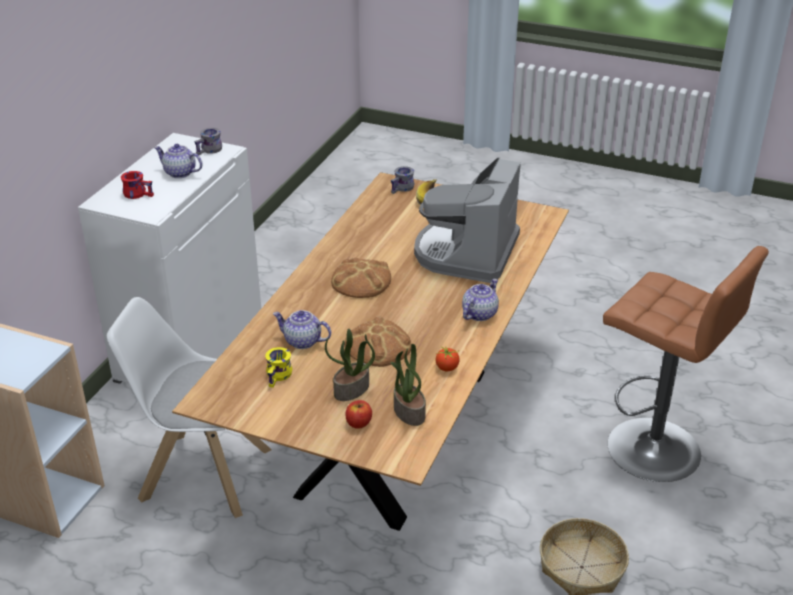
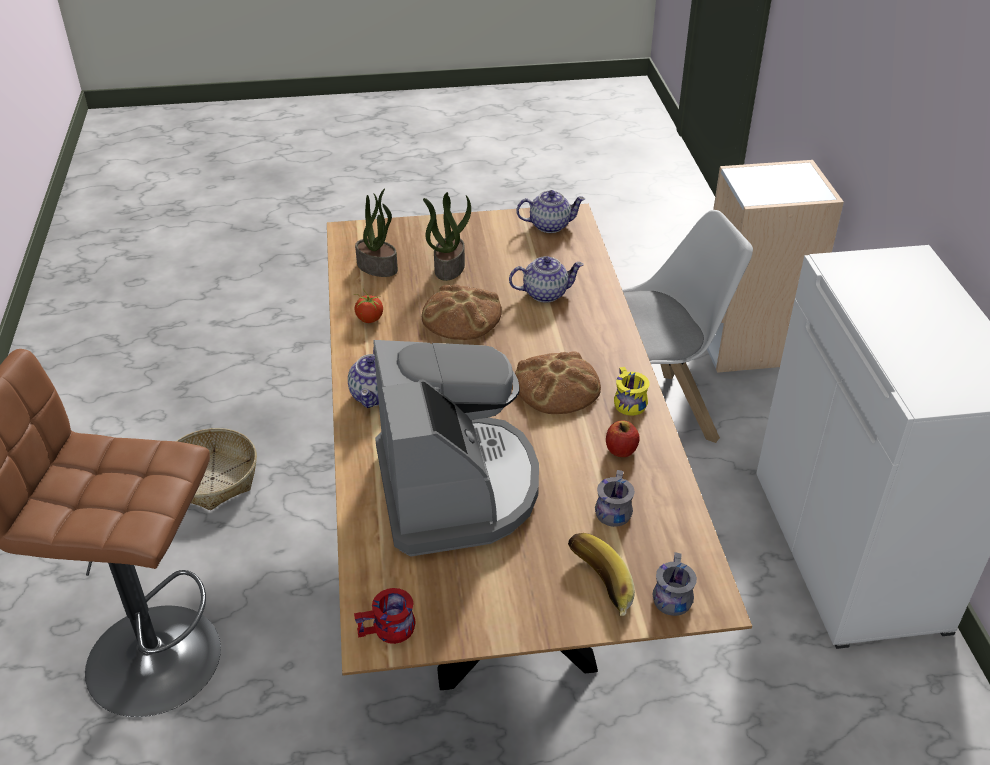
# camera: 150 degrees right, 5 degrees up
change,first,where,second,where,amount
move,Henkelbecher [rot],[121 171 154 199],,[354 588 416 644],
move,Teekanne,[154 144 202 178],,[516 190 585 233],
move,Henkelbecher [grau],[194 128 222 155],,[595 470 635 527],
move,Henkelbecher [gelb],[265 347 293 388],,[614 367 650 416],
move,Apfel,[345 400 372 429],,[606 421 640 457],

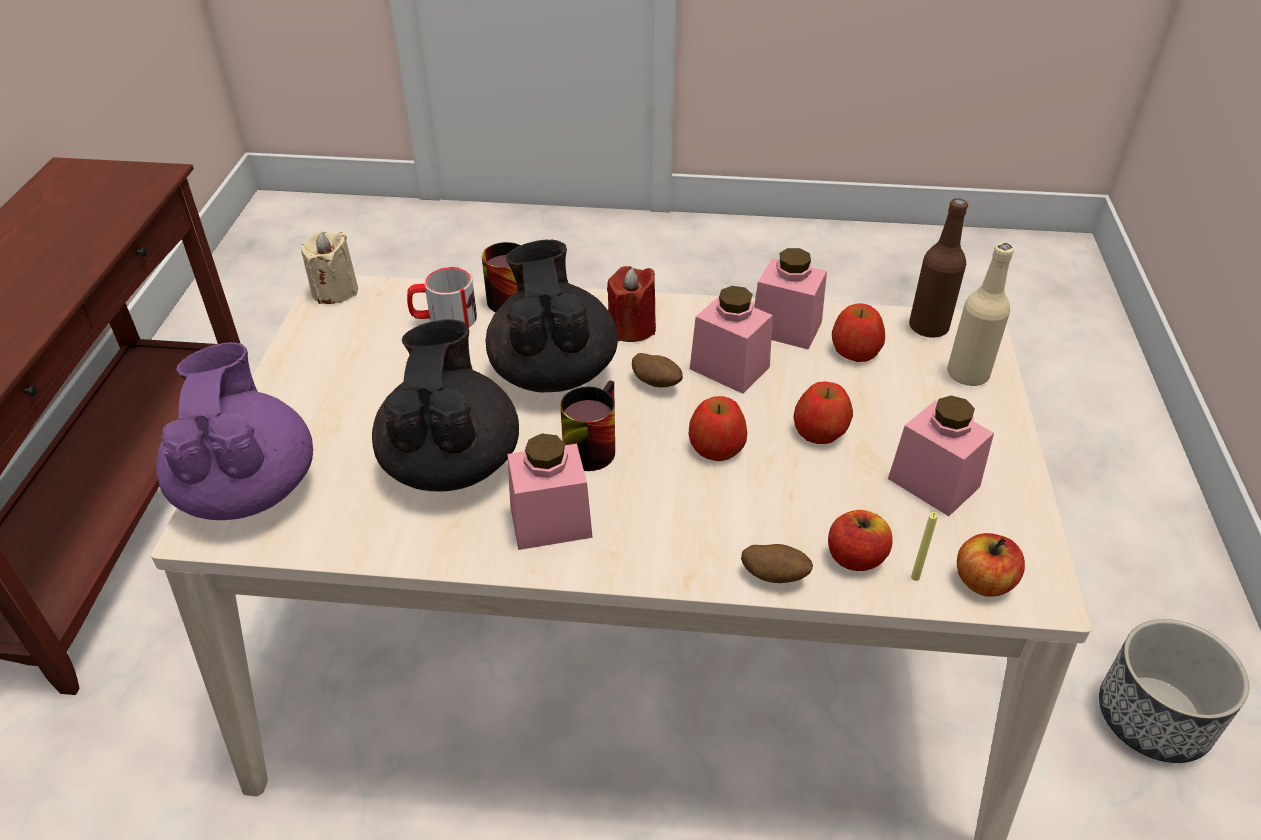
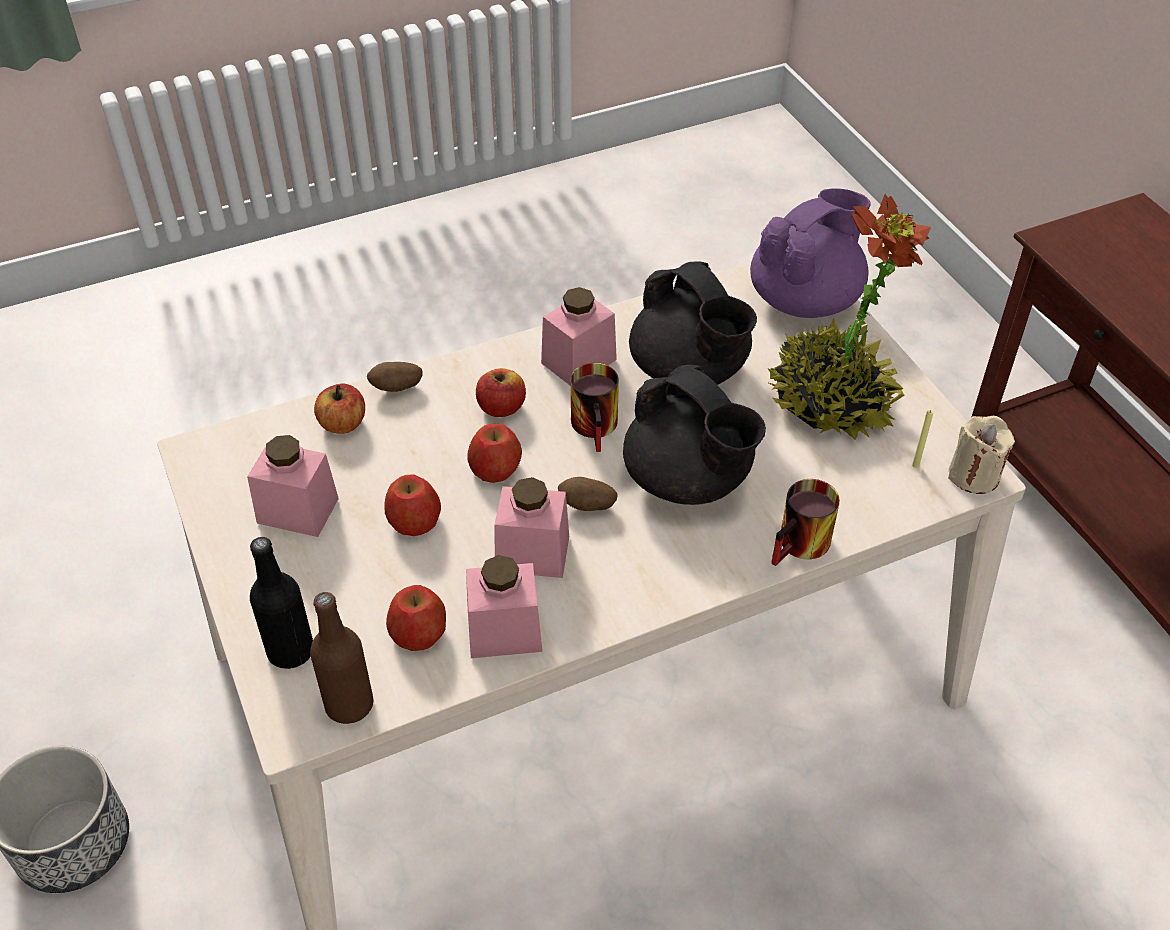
# camera: 150 degrees right, 5 degrees up
change,first,where,second,where,amount
rotate,Teekanne [lila],[156 342 313 520],,[750 188 871 318],90 degrees counterclockwise
delete,Henkelbecher,[407 267 477 327],,,
delete,Kerze [rot],[607 266 656 342],,,
move,Kerze [gelb],[911 512 938 581],,[912 410 933 468],
recolor,Flasche [beige],[947 243 1014 386],Flasche [schwarz],[250 537 313 669],
move,Apfel,[957 533 1025 596],,[476 368 526 417],
insert,,,Topfpflanze,[767 194 931 439],

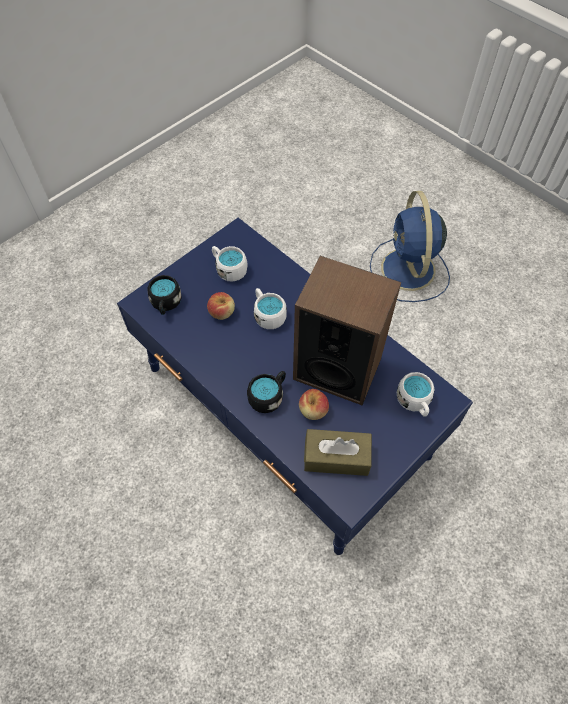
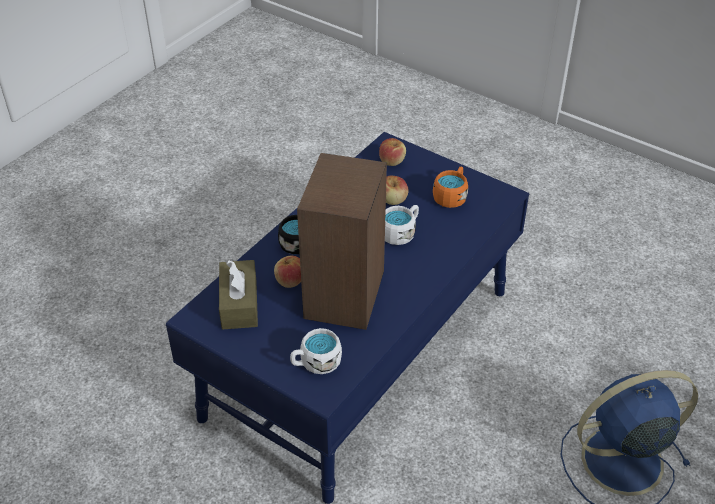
# camera: 80 degrees right, 15 degrees down
change,first,where,second,where,amount
replace,Henkelbecher [schwarz],[147 275 182 315],Apfel,[379 138 406 166],
recolor,Henkelbecher [weiß],[212 246 247 281],Henkelbecher [orange],[433 166 468 208],

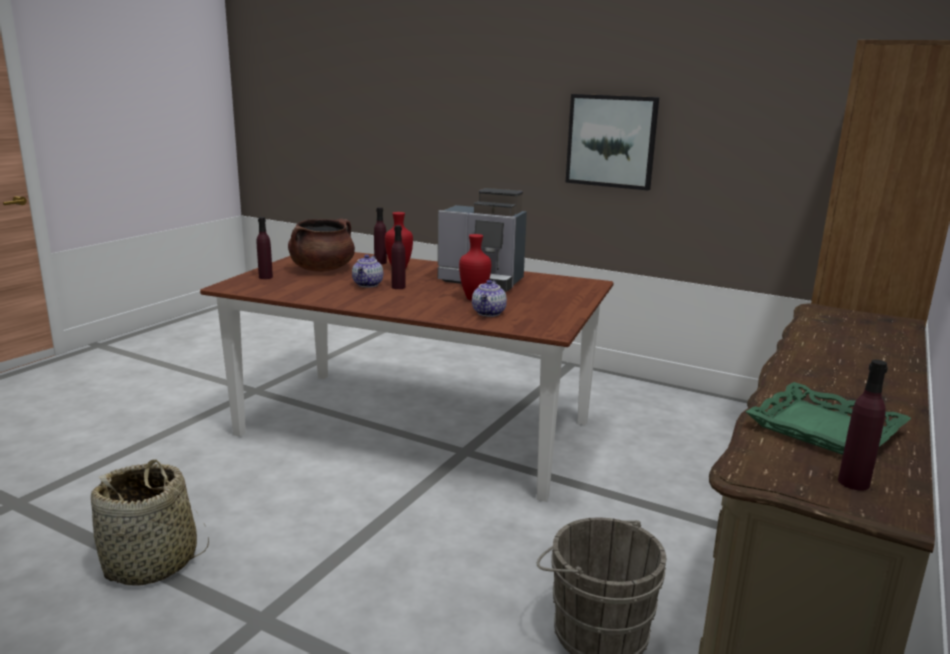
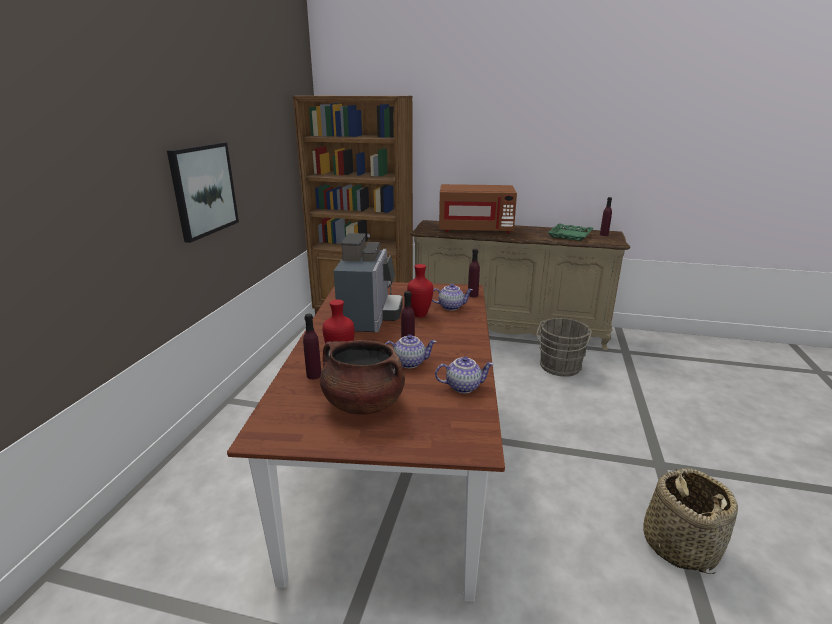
# camera: 105 degrees left, 5 degrees up
change,first,where,second,where,amount
move,Flasche [lila],[256 217 273 279],,[468 249 480 297],
insert,,,Teekanne,[435 356 493 393],
insert,,,Mikrowelle [braun],[439 184 517 233],

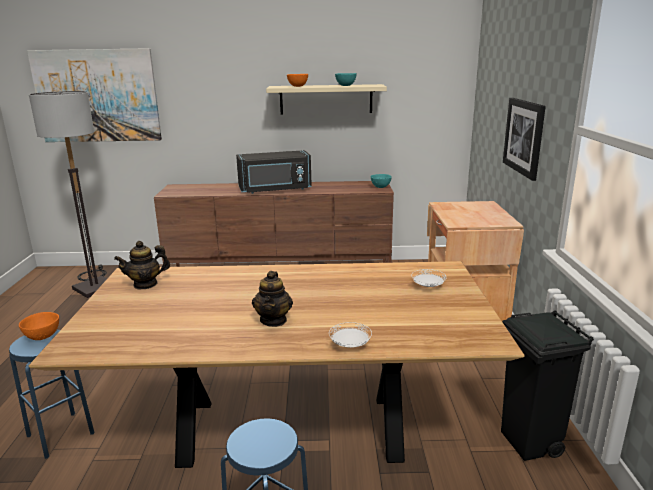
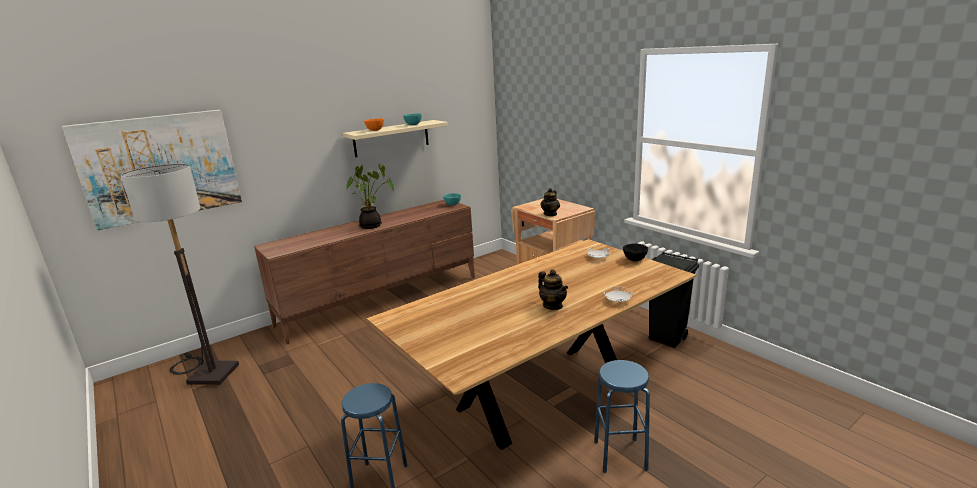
# camera: 35 degrees left, 0 degrees up
change,first,where,second,where,amount
delete,Schüssel [orange],[19 312 59 340],,,
move,Teekanne,[114 241 170 289],,[540 188 560 216],
replace,Mikrowelle [schwarz],[236 150 312 194],Topfpflanze,[346 164 394 229],
delete,Bild,[503 98 546 181],,,
insert,,,Schüssel [schwarz],[623 244 648 261],

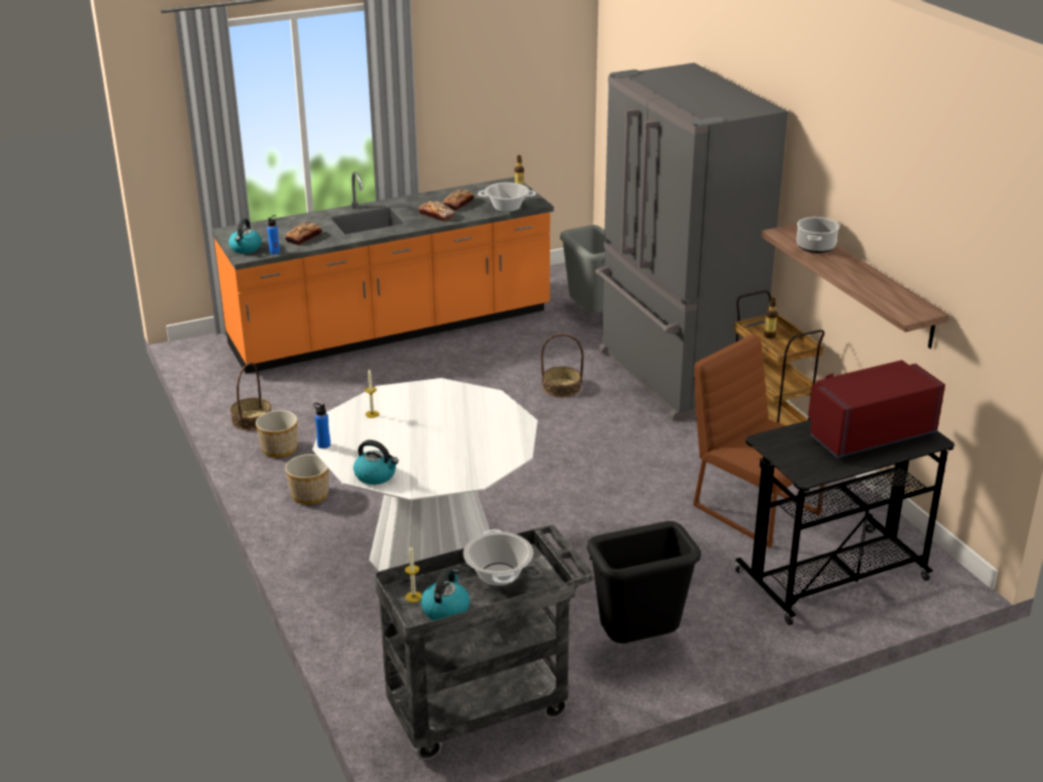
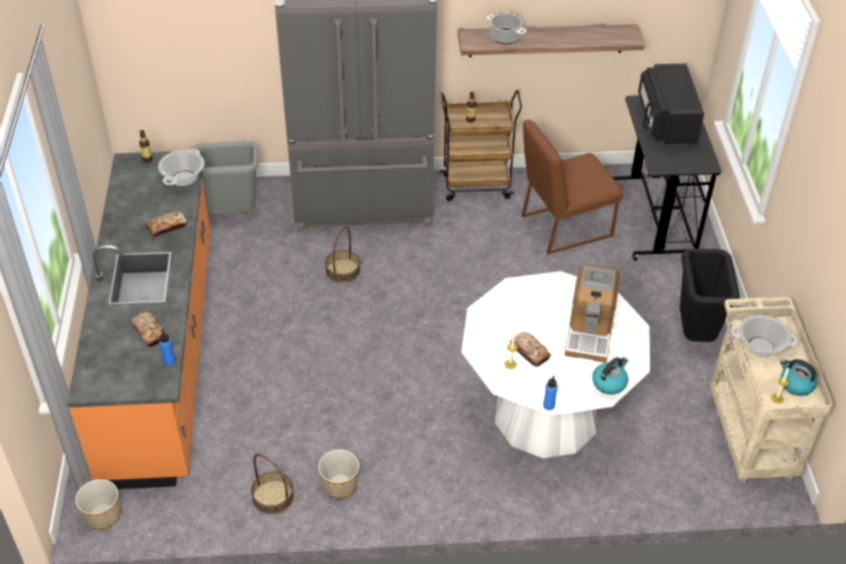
# camera: 70 degrees left, 15 degrees up
change,first,where,second,where,amount
delete,Wasserkessel,[229 218 262 254],,,
move,Pflanzkübel,[285 454 329 505],,[75 479 121 530],
recolor,Rollwagen [schwarz],[375 525 593 760],Rollwagen [beige],[710 297 833 484],
move,Brot,[442 189 474 211],,[510 332 551 367],
recolor,Mikrowelle [rot],[808 360 945 458],Mikrowelle [schwarz],[638 64 704 146],
insert,,,Kaffeemaschine,[565 264 619 363],

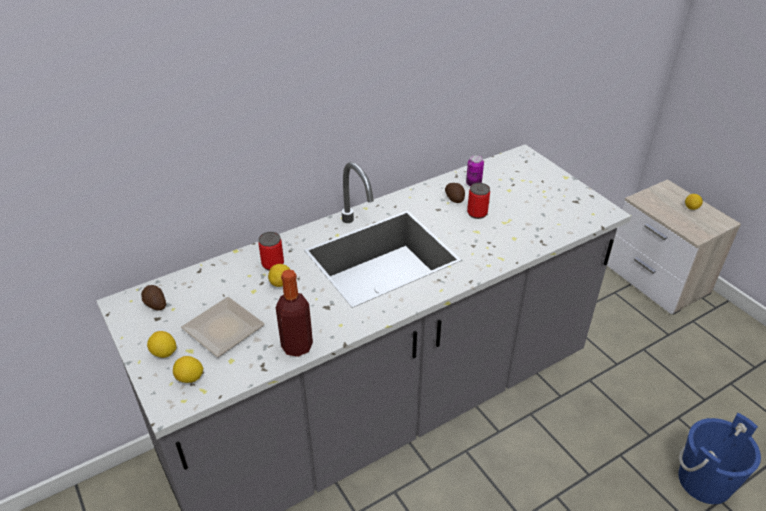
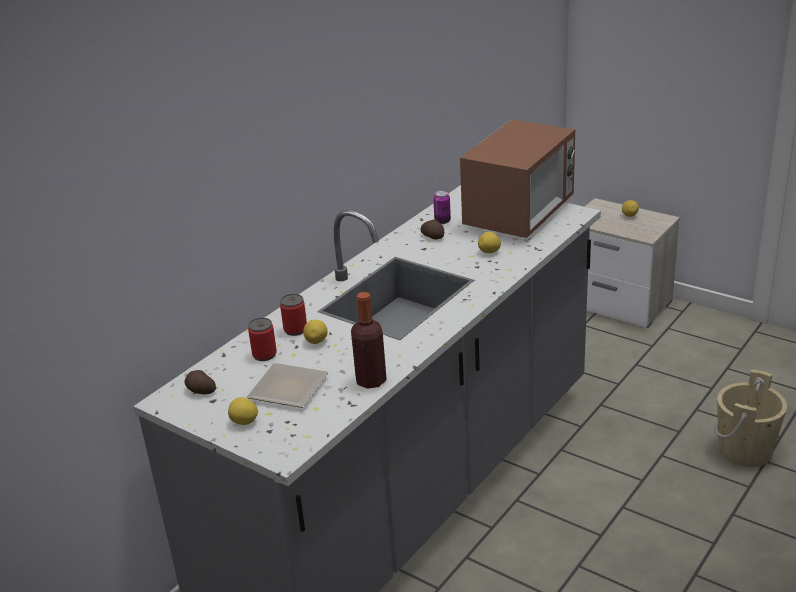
# camera: 20 degrees left, 10 degrees down
change,first,where,second,where,amount
move,Zitrone,[173 356 203 383],,[478 232 501 253],
move,Dose,[467 183 490 219],,[248 318 277 361],
recolor,Eimer [blau],[678 413 761 504],Eimer [beige],[714 369 787 467],
insert,,,Mikrowelle,[460 119 575 238],

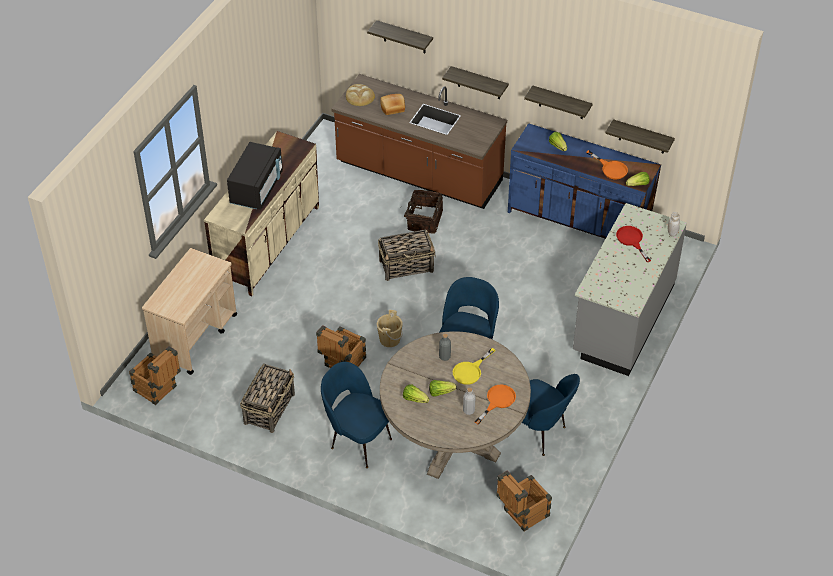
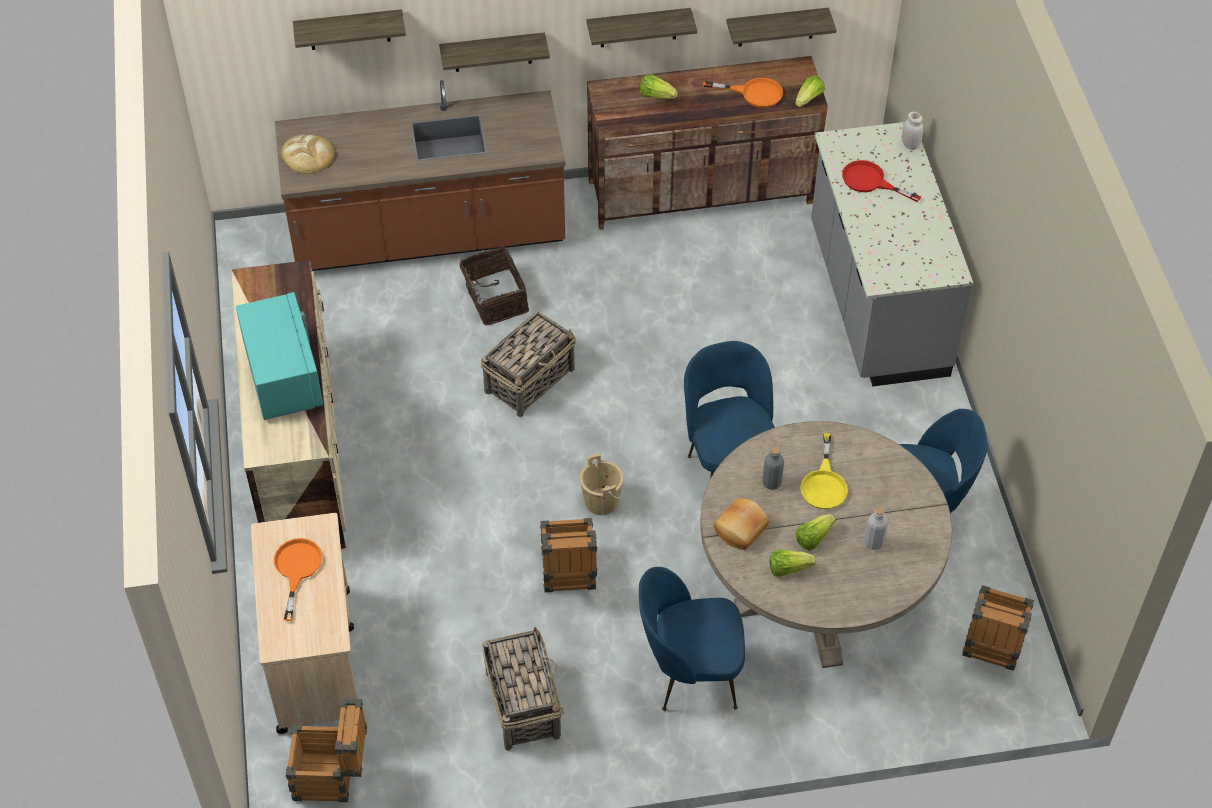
# camera: 35 degrees left, 5 degrees up
change,first,where,second,where,amount
recolor,Mikrowelle [schwarz],[227 142 283 210],Mikrowelle [türkis],[236 292 323 420],
move,Brot,[380 94 405 115],,[714 498 769 550],
move,Pfanne [orange],[475 385 516 425],,[274 538 322 621],
recolor,Schrank [blau],[508 123 661 239],Schrank [braun],[587 56 828 230],

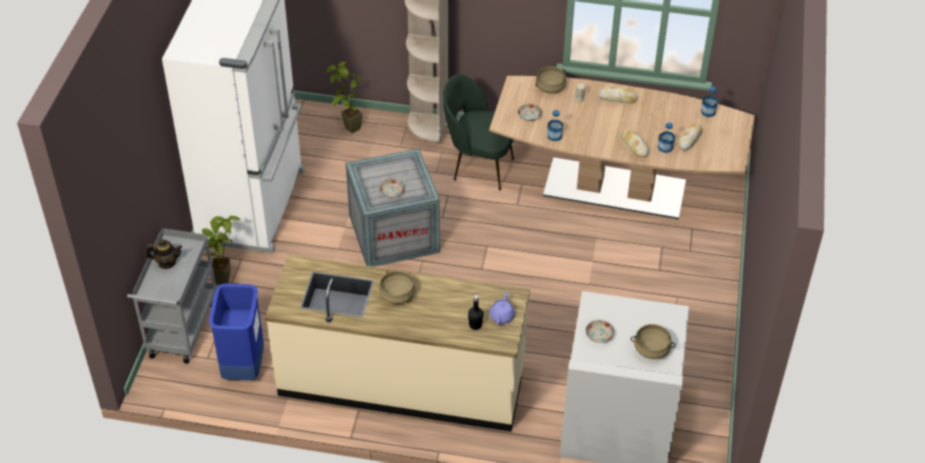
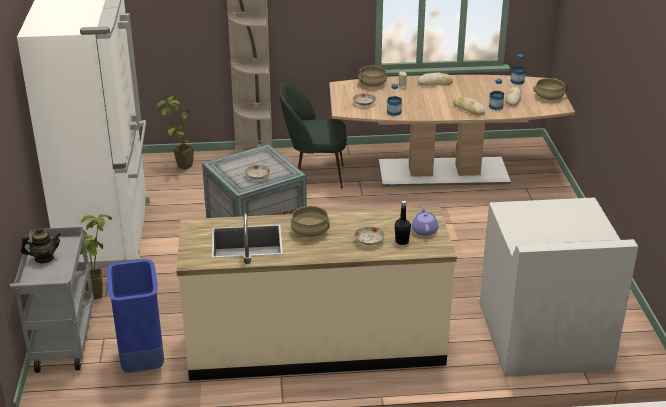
# camera: 15 degrees left, 15 degrees down
change,first,where,second,where,amount
move,Teller,[586 320 614 343],,[355 226 385 245],
move,Kochtopf [beige],[631 324 675 359],,[533 78 568 100],

